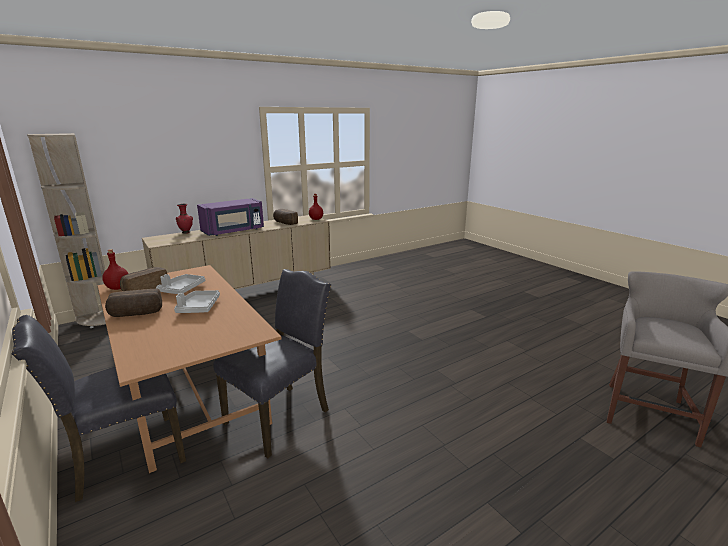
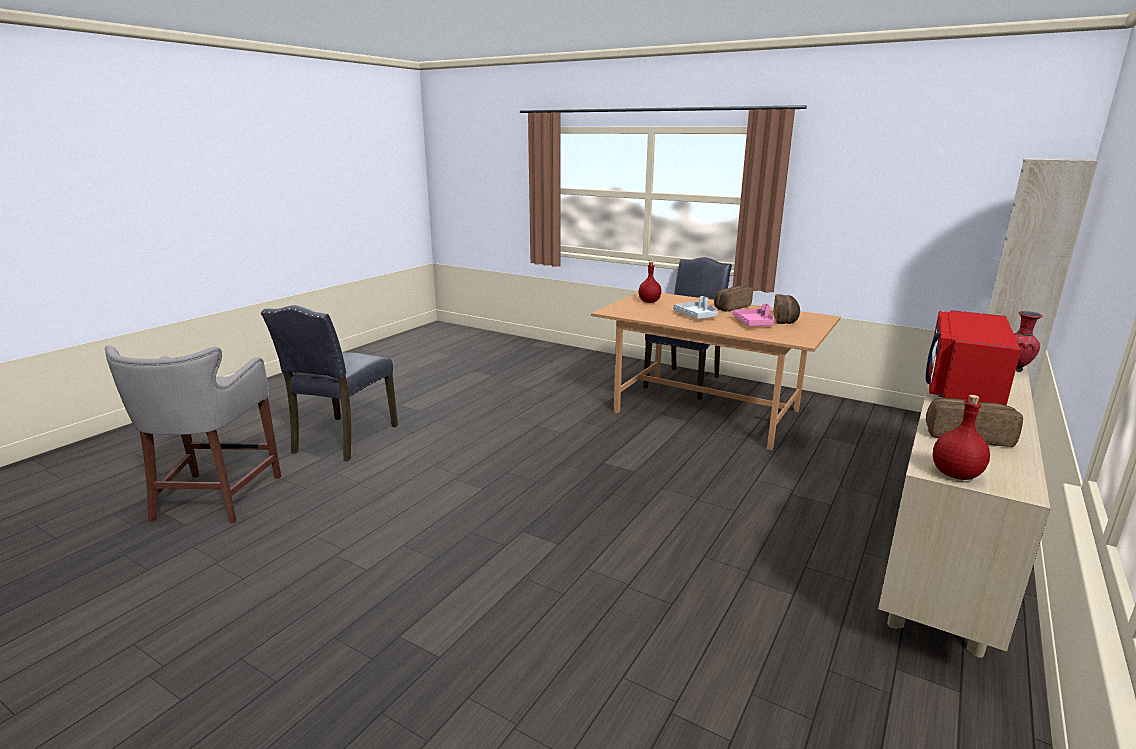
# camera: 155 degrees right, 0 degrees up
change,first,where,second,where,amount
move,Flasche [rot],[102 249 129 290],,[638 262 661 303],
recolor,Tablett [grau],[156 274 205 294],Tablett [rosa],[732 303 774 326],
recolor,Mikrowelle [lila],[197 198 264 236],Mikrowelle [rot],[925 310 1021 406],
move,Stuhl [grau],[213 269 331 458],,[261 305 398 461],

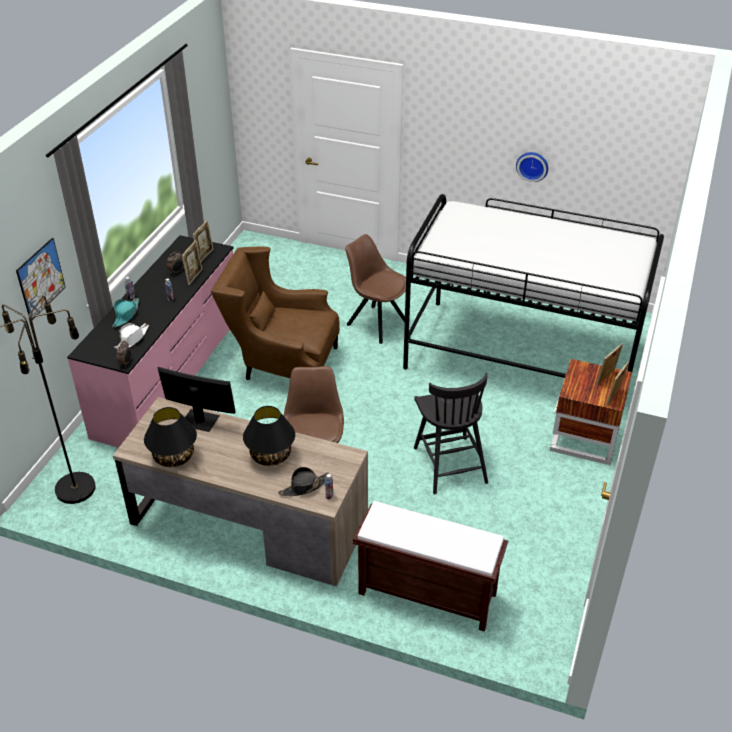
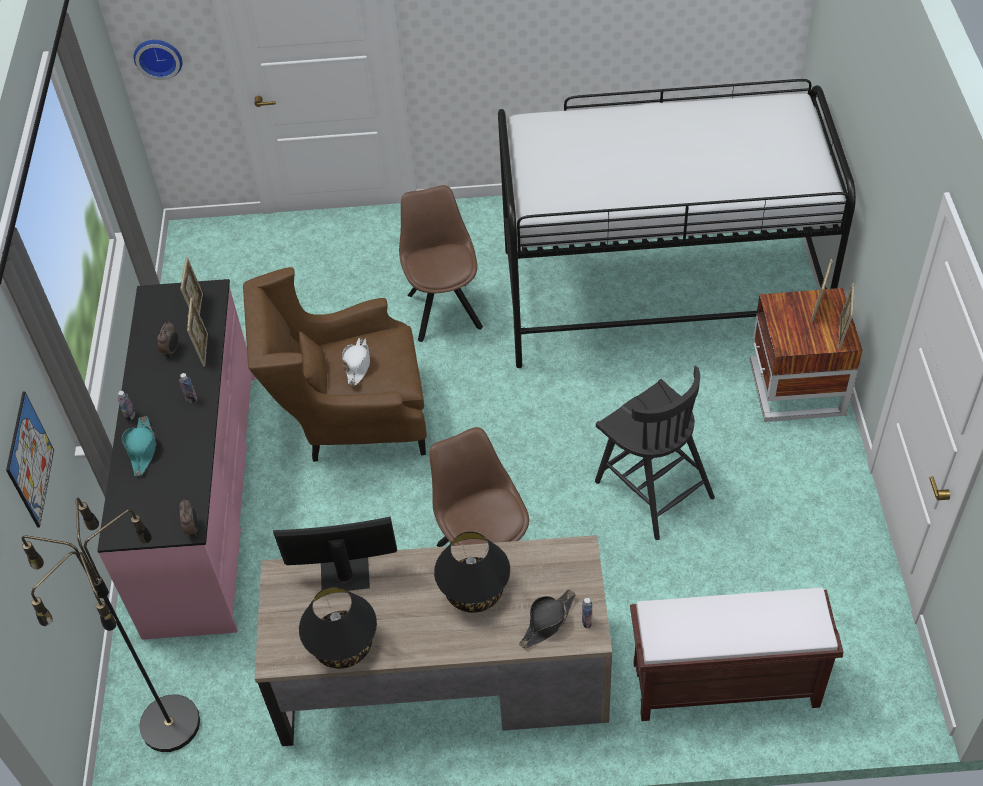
# camera: 20 degrees left, 10 degrees up
change,first,where,second,where,amount
move,Hut [weiß],[115 323 149 349],,[342 338 370 386],
rotate,Stuhl [braun],[345 234 406 344],,[399 185 483 342],60 degrees clockwise
move,Wanduhr,[516 152 548 182],,[134 40 182 80],

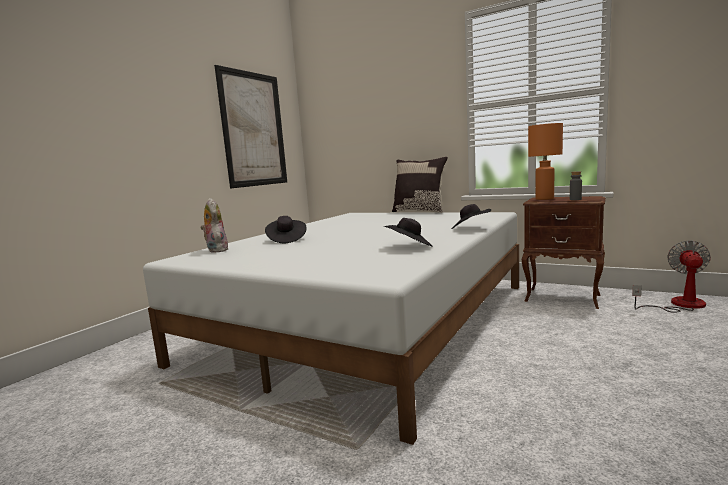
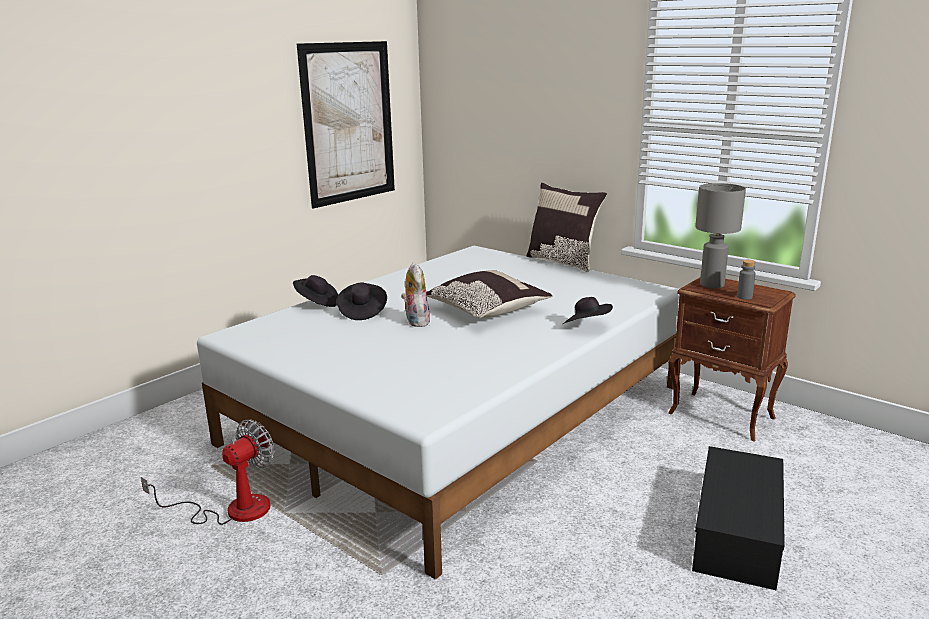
# camera: 10 degrees right, 10 degrees up
change,first,where,second,where,amount
move,Plüschtier,[200 198 229 253],,[401 262 430 327],
move,Hut [schwarz],[384 218 433 247],,[293 275 338 307],
recolor,Tischlampe [orange],[528 123 563 200],Tischlampe [grau],[695 183 746 288],
move,Ventilator,[632 240 711 313],,[141 419 275 525],
insert,,,Kissen,[426 270 553 318],
insert,,,Aufbewahrungsbox [schwarz],[692 446 785 590],

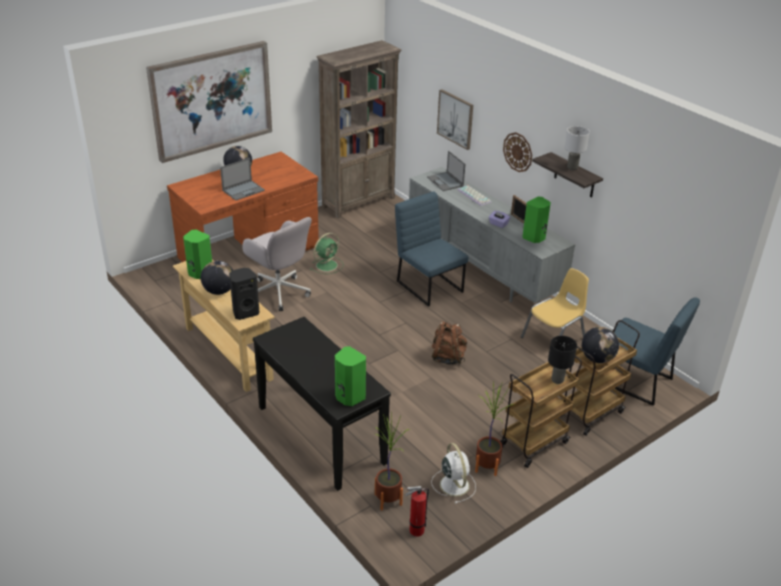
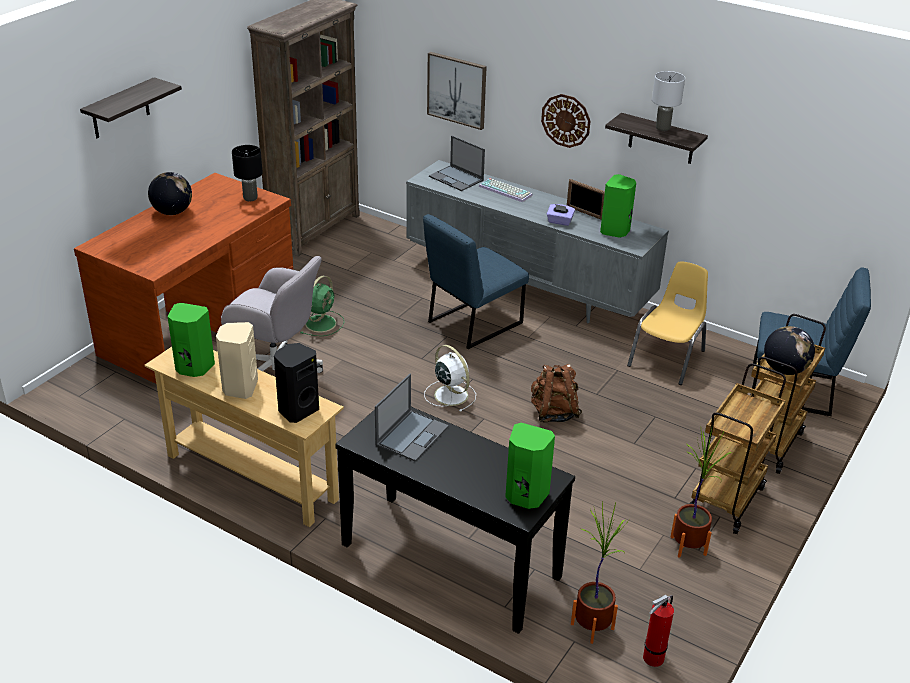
# camera: 20 degrees left, 0 degrees up
change,first,where,second,where,amount
replace,Bild,[146 41 272 163],Wandregal,[80 77 182 138],
replace,Globus,[201 261 233 295],Lautsprecher [beige],[216 322 258 399],
move,Laptop,[220 158 265 200],,[375 374 449 462],
rotate,Stuhl [blau],[395 191 468 307],,[423 214 529 349],75 degrees counterclockwise
move,Ventilator [weiß],[431 443 476 504],,[424 345 476 412],
move,Tischlampe [schwarz],[548 336 577 384],,[232 145 263 201],

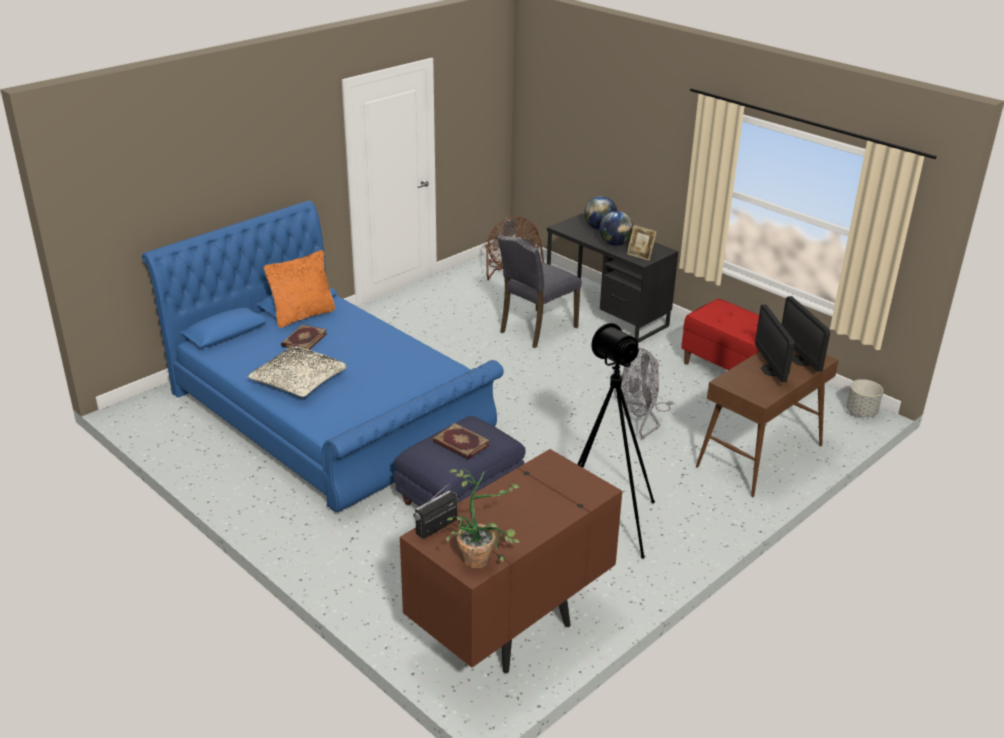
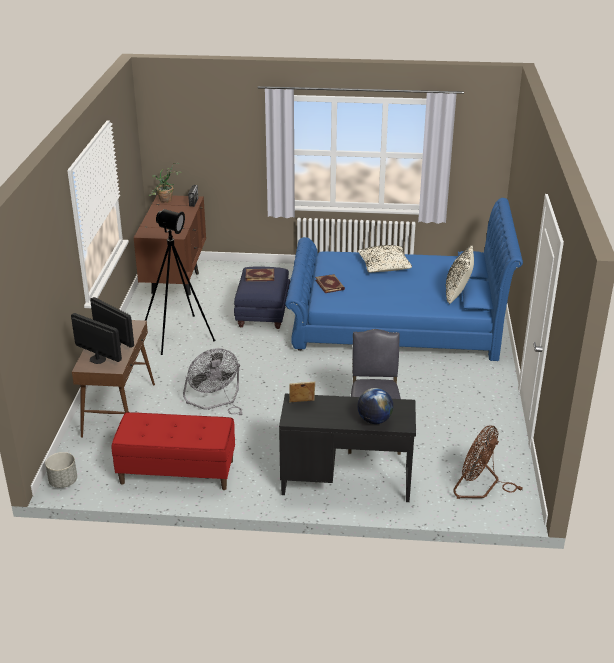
# camera: 140 degrees right, 0 degrees up
change,first,where,second,where,amount
recolor,Kissen [orange],[264 250 335 328],Kissen [beige],[446 245 474 304],
move,Buch,[281 324 327 350],,[315 274 345 293],
delete,Globus,[599 211 633 246],,,
rotate,Ventilator [grau],[614 348 674 440],,[183 348 243 415],60 degrees counterclockwise

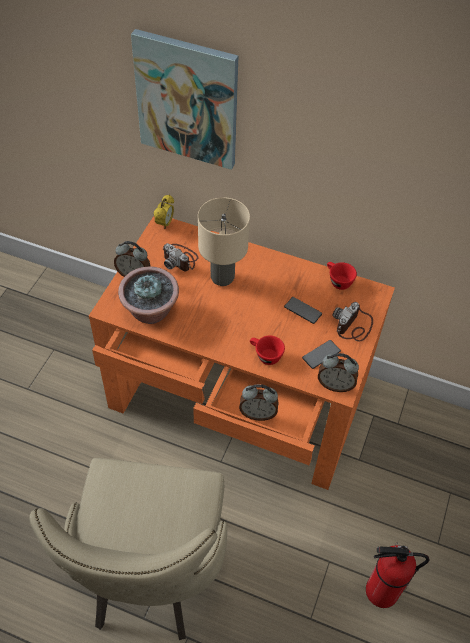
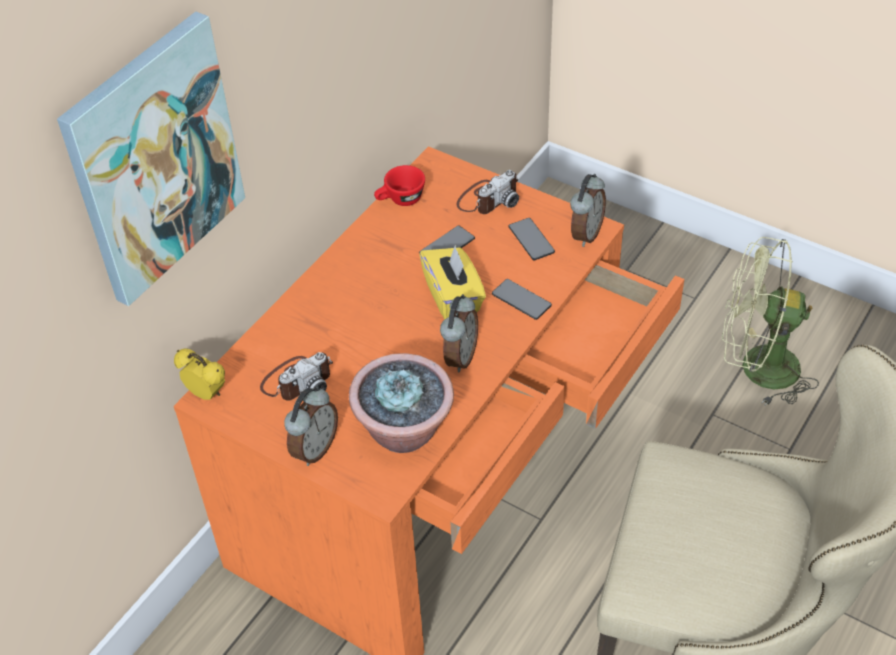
# camera: 75 degrees left, 5 degrees down
change,first,where,second,where,amount
delete,Tischlampe [beige],[198 197 250 286],,,
move,Wecker,[239 384 279 421],,[440 294 478 372],
replace,Tasse [rot],[250 335 285 365],Handy,[492 279 552 320],
rotate,Kamera,[332 302 373 342],,[456 170 519 214],90 degrees counterclockwise
replace,Feuerlöscher,[366 542 429 608],Ventilator [grün],[722 237 819 406],
insert,,,Taschentuchbox [gelb],[419 245 486 320],

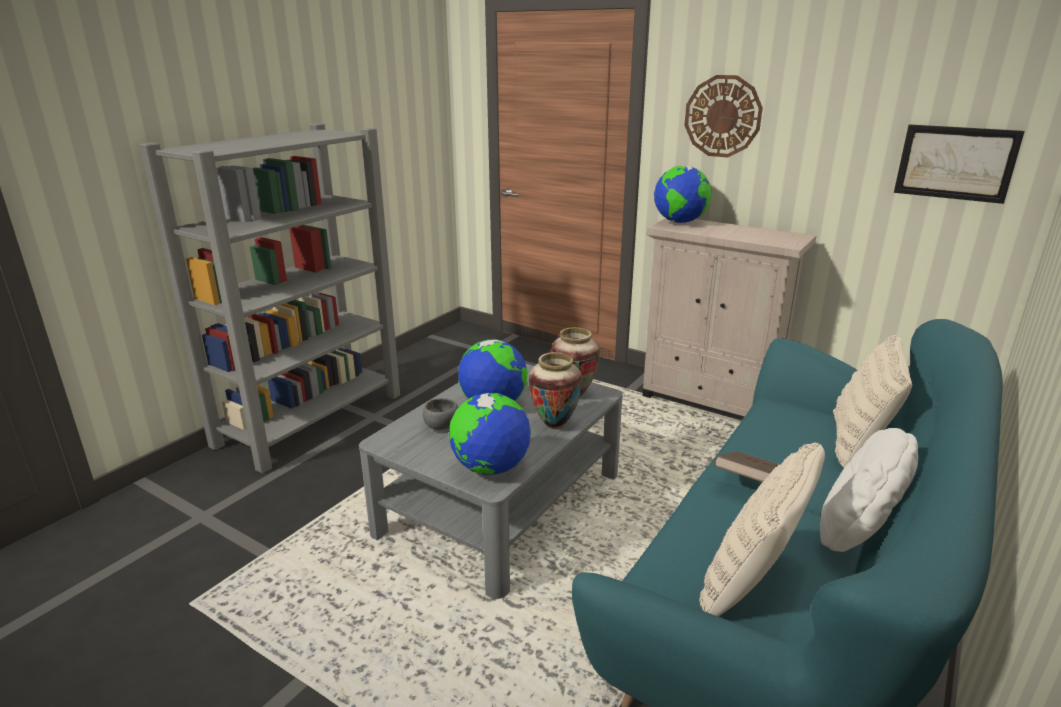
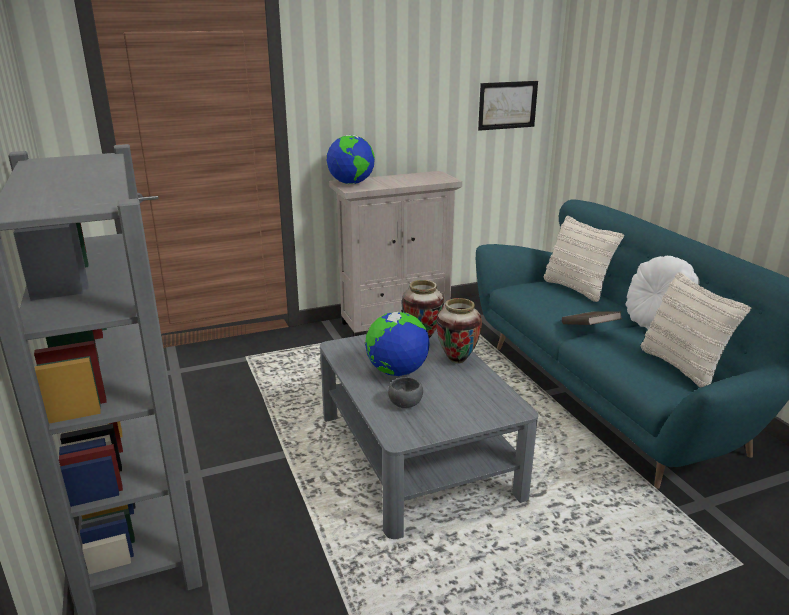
# camera: 55 degrees left, 0 degrees up
change,first,where,second,where,amount
delete,Globus,[449 393 531 475],,,
delete,Wanduhr,[684 75 763 158],,,

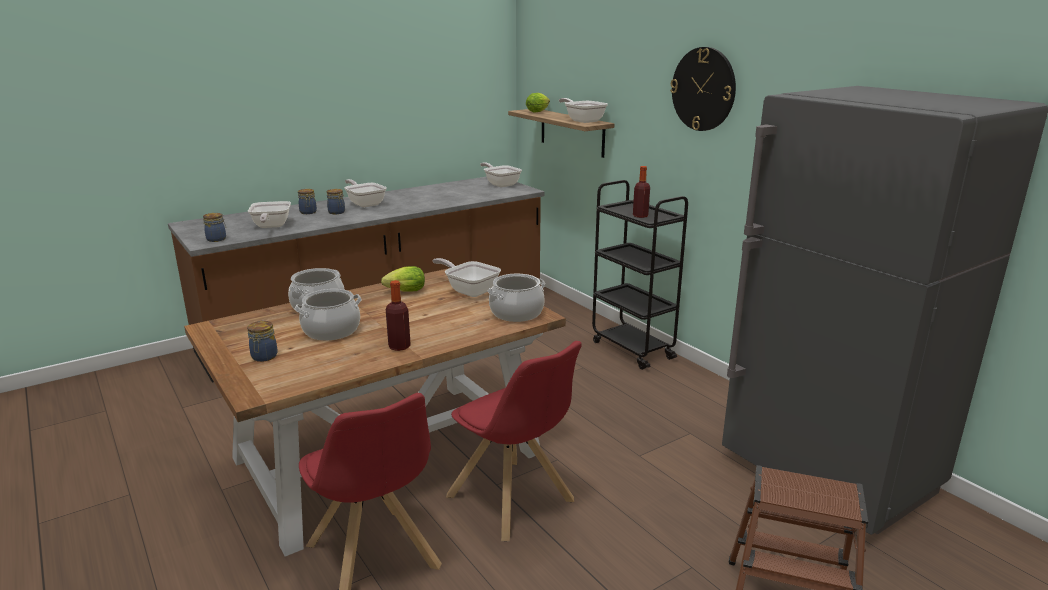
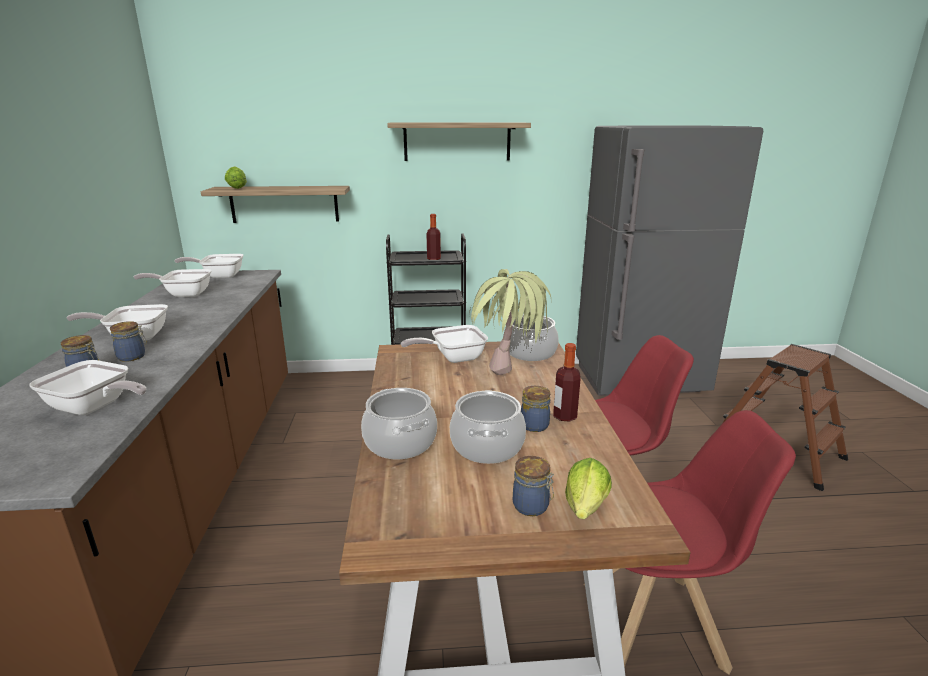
# camera: 60 degrees left, 0 degrees up
change,first,where,second,where,amount
move,Vorratsglas,[203 213 226 242],,[521 386 550 432],
move,Salatkopf,[381 266 425 292],,[565 458 612 519],
move,Pfanne,[559 98 608 123],,[134 269 212 297],
replace,Wanduhr,[670 47 736 131],Wandregal,[387 123 531 161],
insert,,,Topfpflanze,[469 269 551 375],

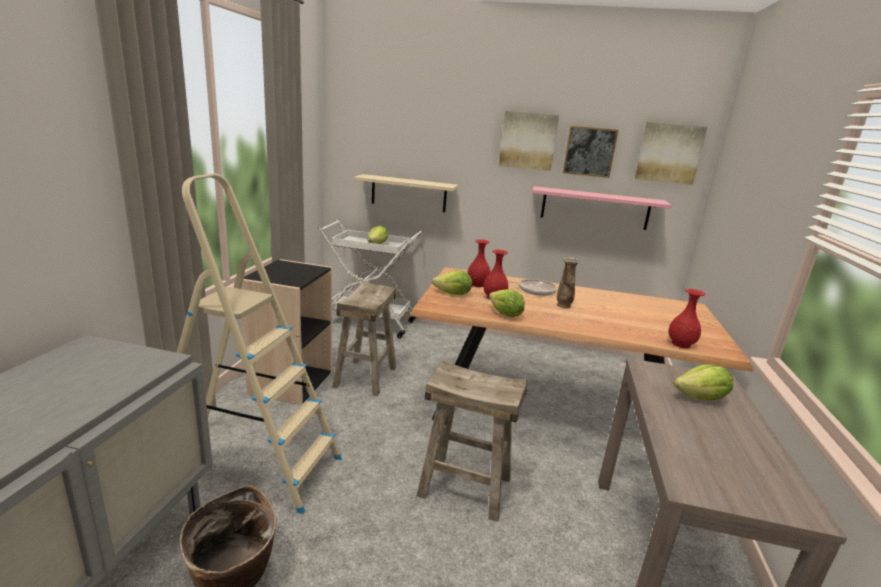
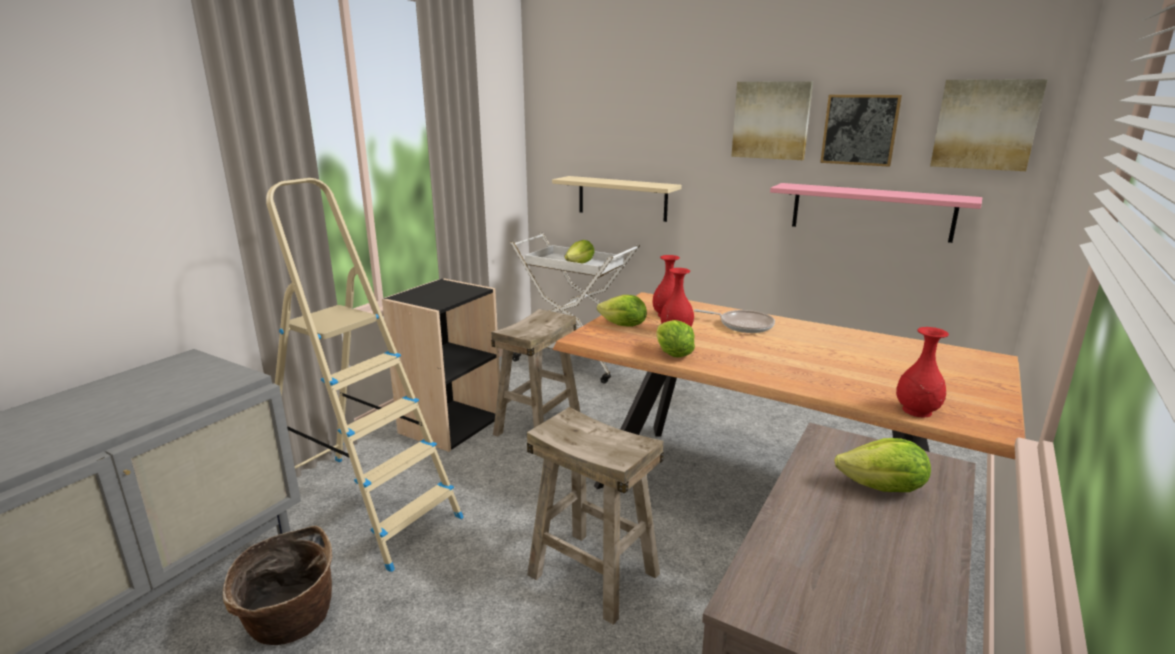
# camera: 20 degrees right, 0 degrees up
change,first,where,second,where,amount
delete,Vase,[557 257 580 308],,,

